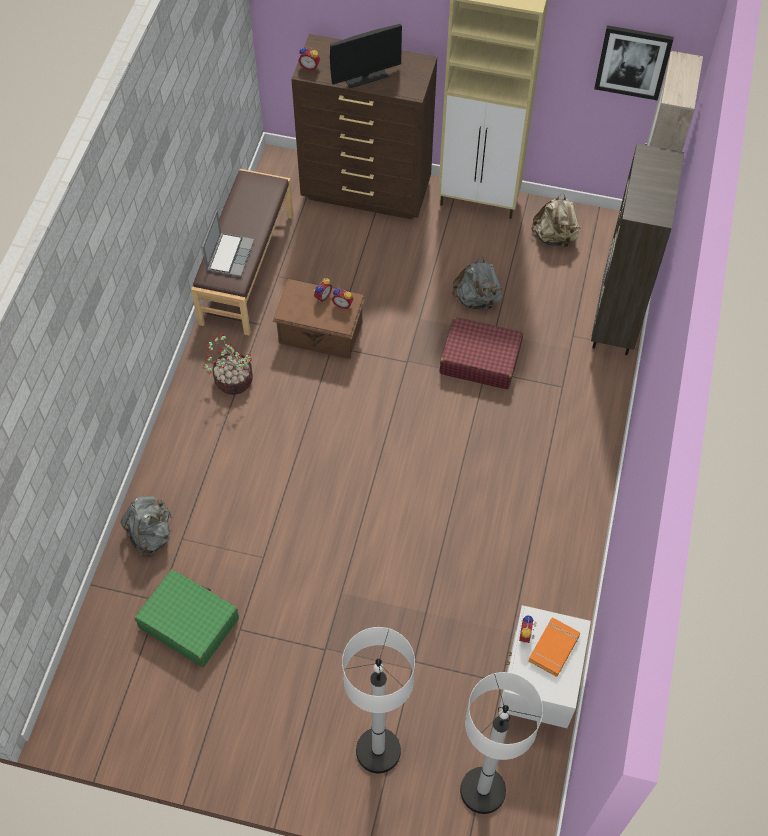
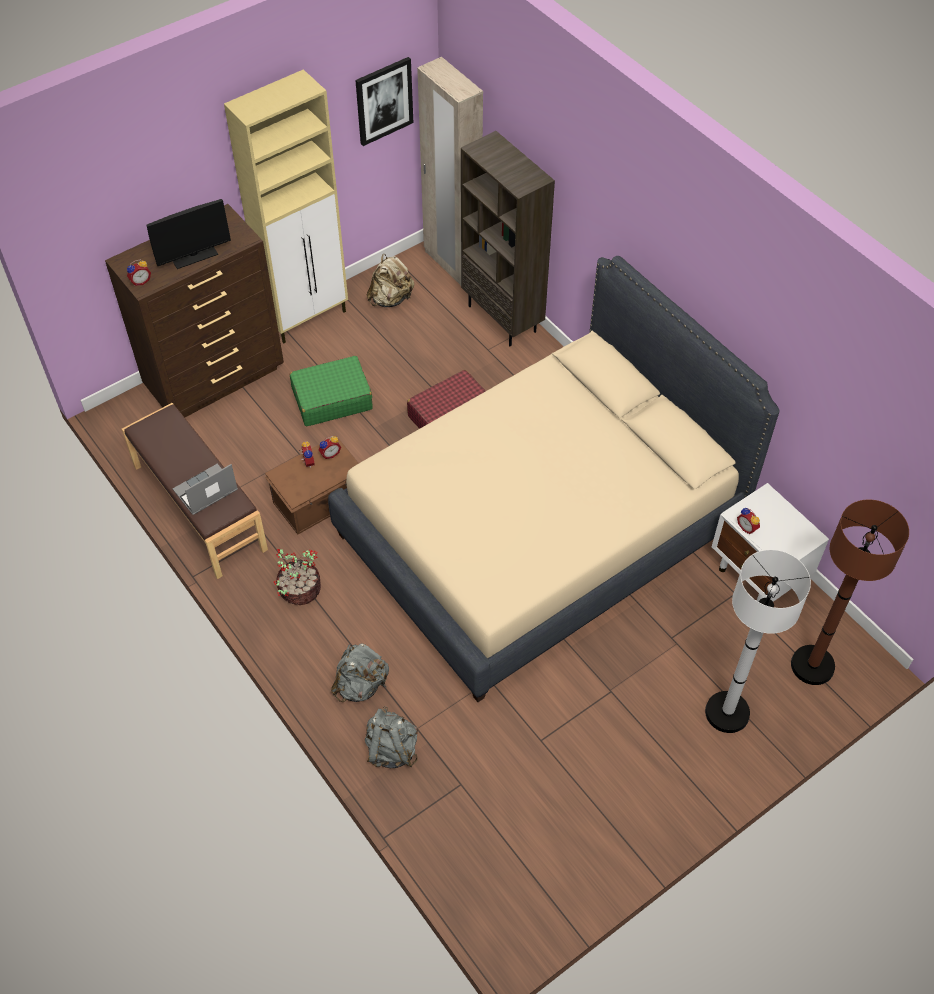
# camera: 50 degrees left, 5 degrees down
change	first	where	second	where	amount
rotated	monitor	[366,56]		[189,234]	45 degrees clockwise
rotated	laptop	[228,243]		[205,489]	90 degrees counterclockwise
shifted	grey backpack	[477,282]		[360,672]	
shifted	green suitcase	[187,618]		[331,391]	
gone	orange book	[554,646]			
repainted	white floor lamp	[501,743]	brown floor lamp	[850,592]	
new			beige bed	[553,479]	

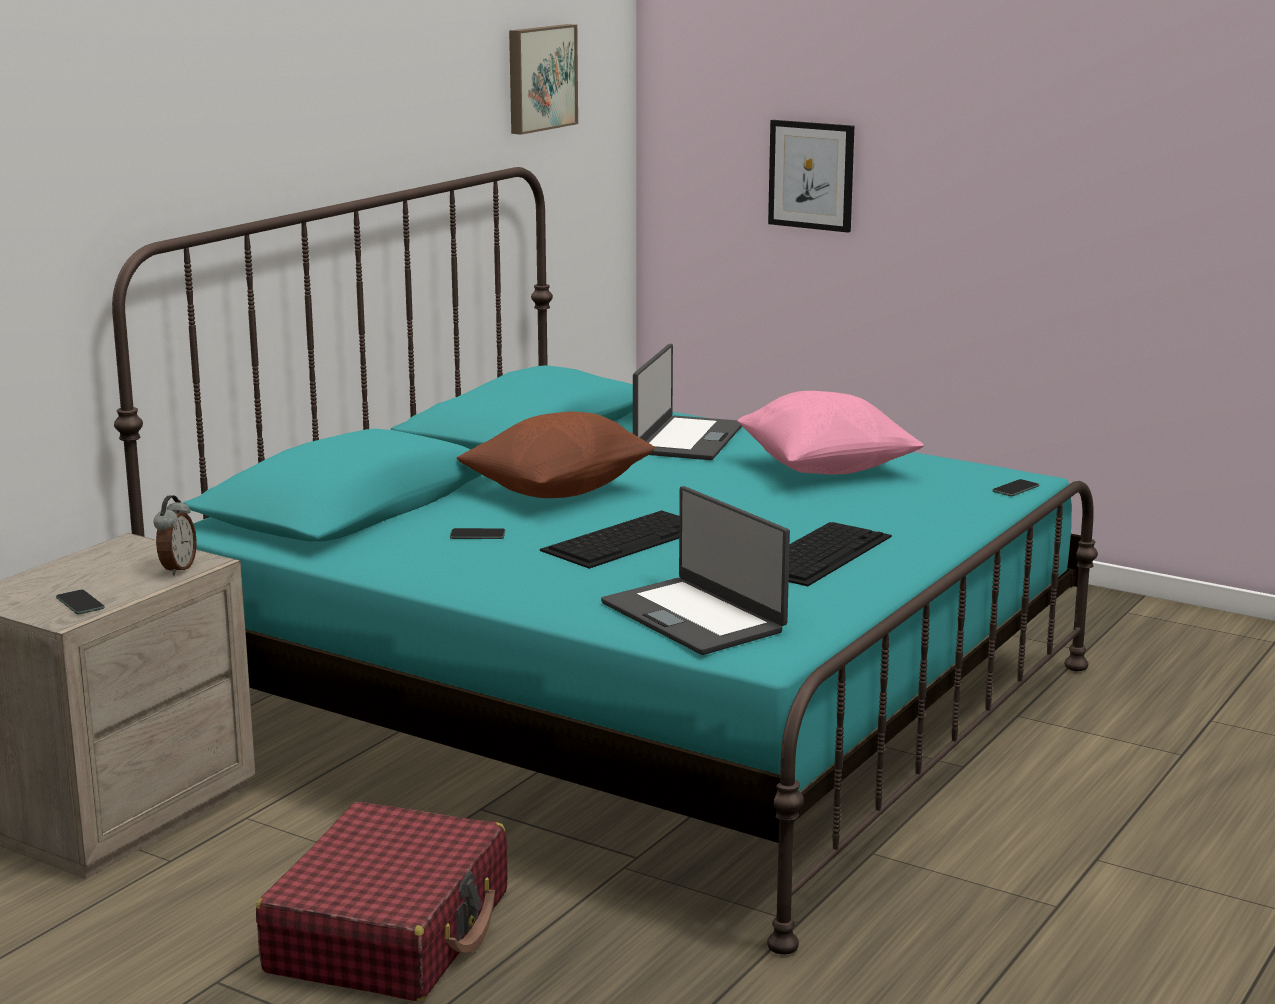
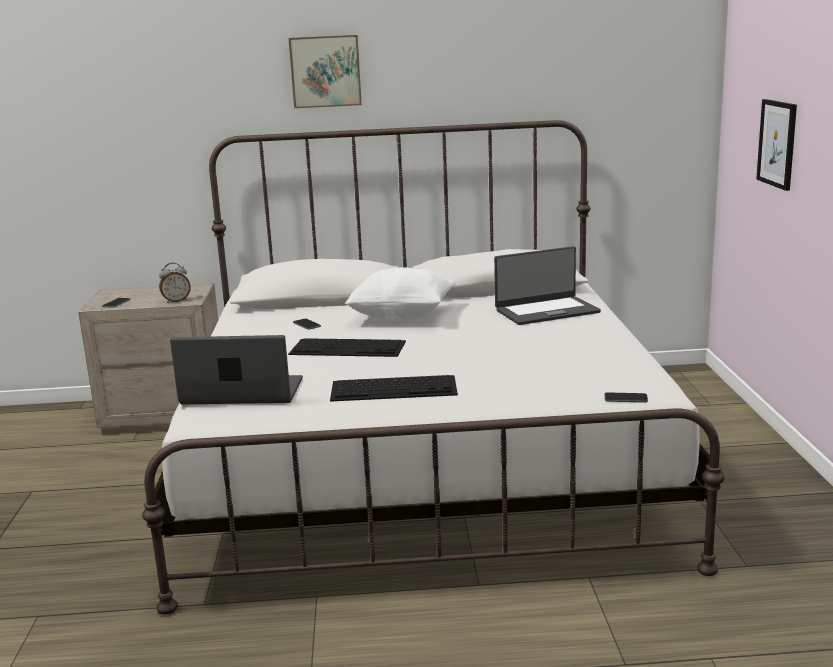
# camera: 55 degrees right, 0 degrees up
change	first	where	second	where	amount
shifted	picture	[543,79]		[325,71]	
repainted	turquoise bed	[605,560]	white bed	[433,367]	
gone	pink pillow	[831,432]			
repainted	brown pillow	[555,455]	white pillow	[400,294]	
rotated	laptop	[695,570]		[236,369]	75 degrees clockwise
gone	red suitcase	[382,902]			

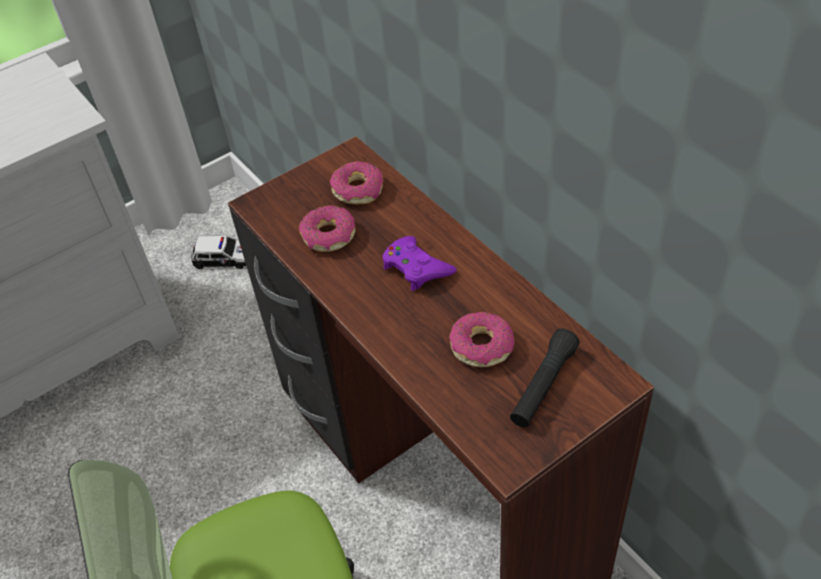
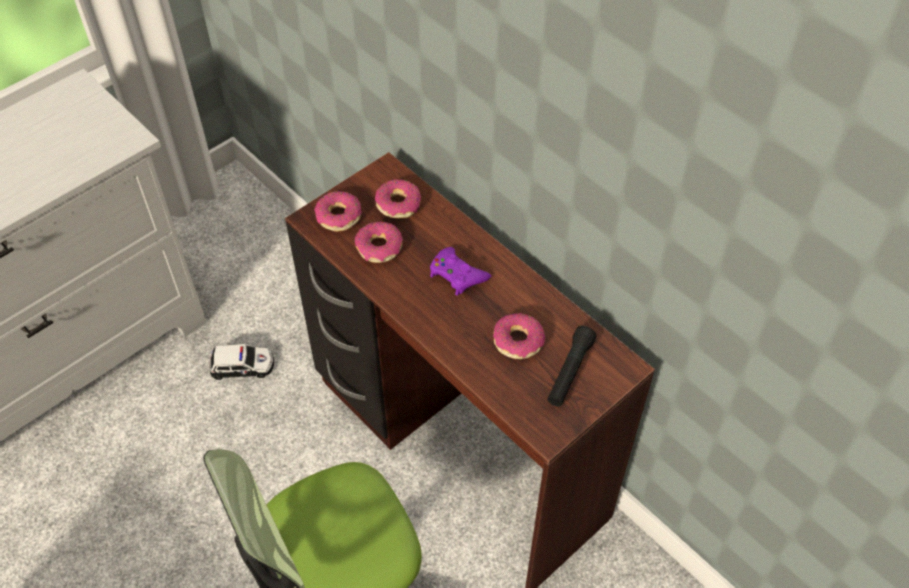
# camera: 10 degrees left, 5 degrees up
change	first	where	second	where	amount
shifted	toy car	[218,252]		[241,362]	
new			donut	[338,211]	

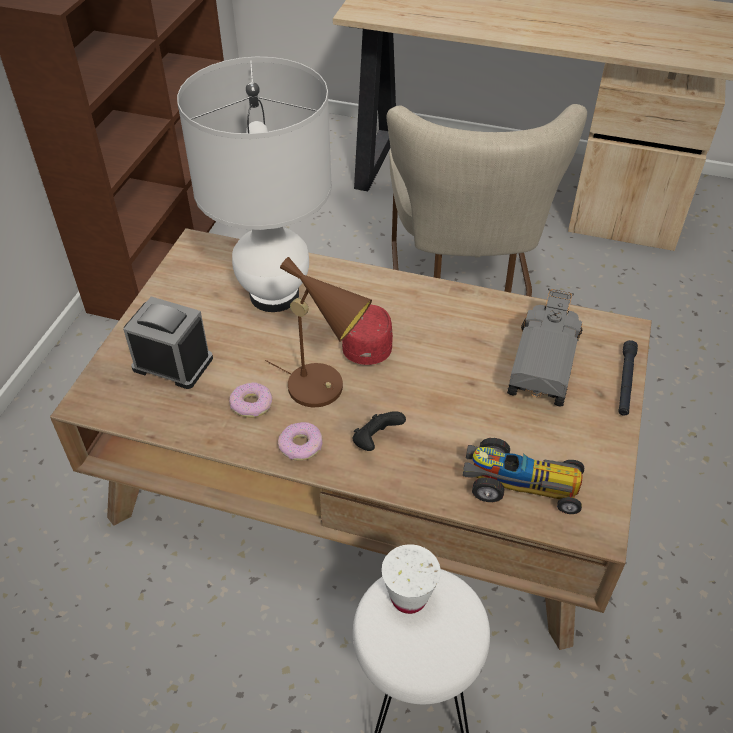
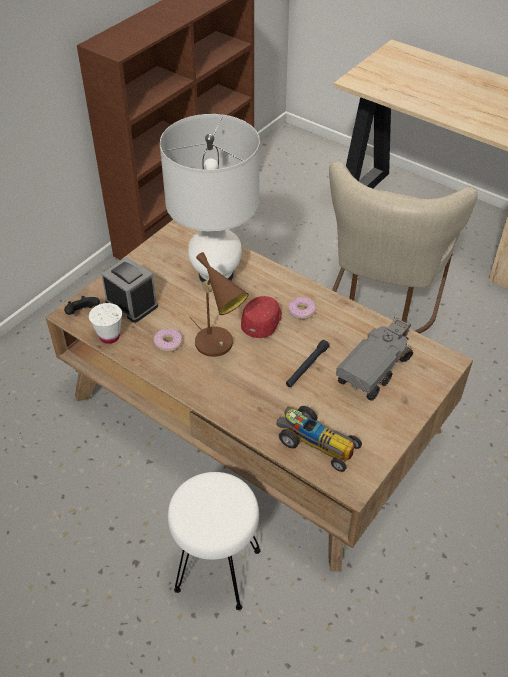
# camera: 20 degrees right, 0 degrees up
change	first	where	second	where	amount
shifted	black flashlight	[628,378]		[307,363]	
shifted	black game controller	[379,431]		[82,305]	
shifted	donut	[300,441]		[302,308]	
shifted	white cup	[411,579]		[105,323]	

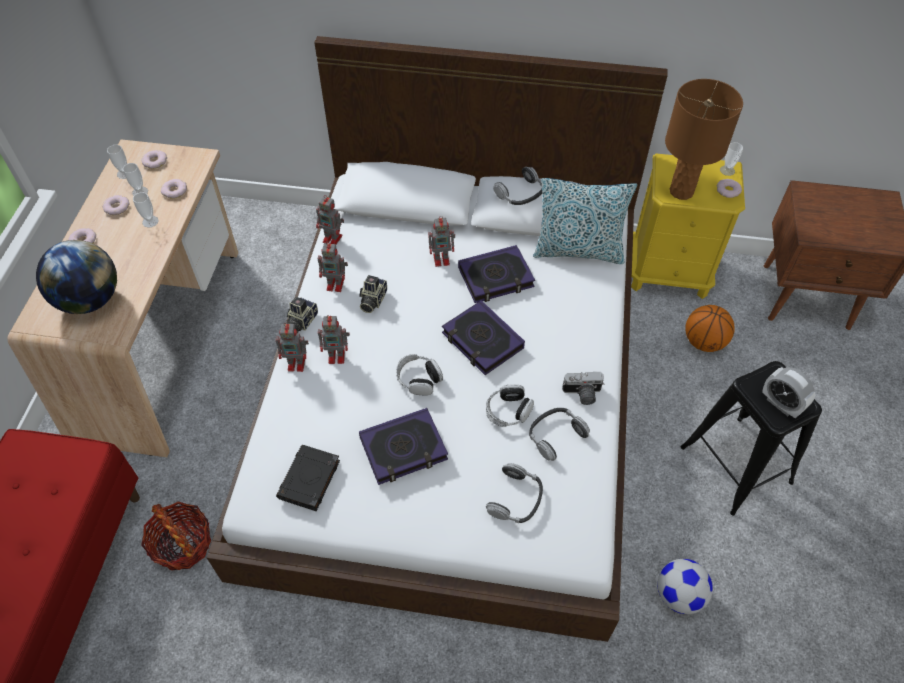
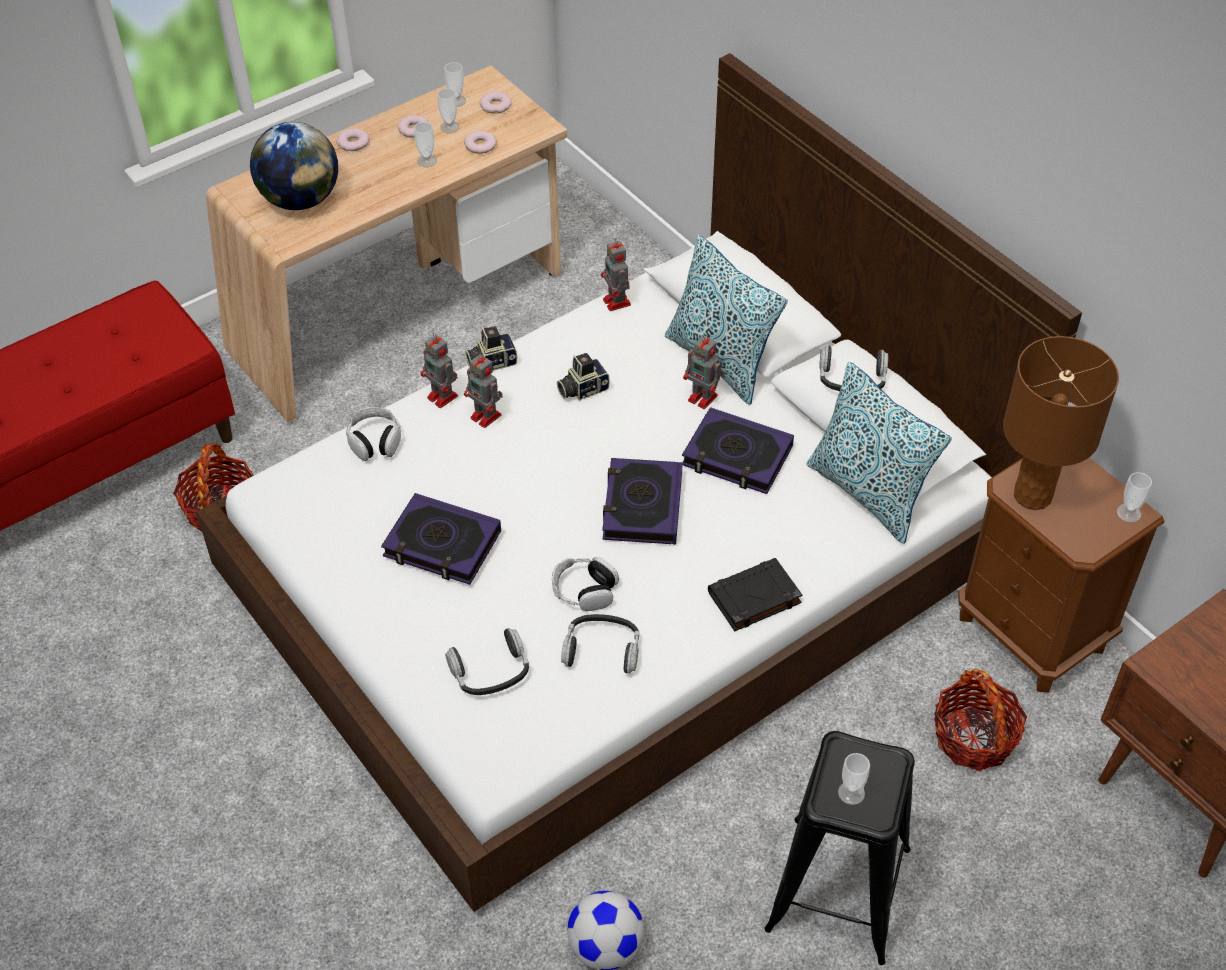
# camera: 45 degrees right, 5 degrees down
change	first	where	second	where	amount
repainted	yellow nightstand	[688,226]	brown nightstand	[1061,575]	
gone	donut	[729,188]			
gone	toy robot	[333,267]			
swapped	basketball	[710,328]	basket	[980,720]	
shifted	headphones	[419,375]		[373,434]	
swapped	alarm clock	[788,392]	cup	[854,779]	
gone	photo camera	[583,388]			
shifted	black book	[308,478]		[755,594]	
new			pillow	[726,320]	

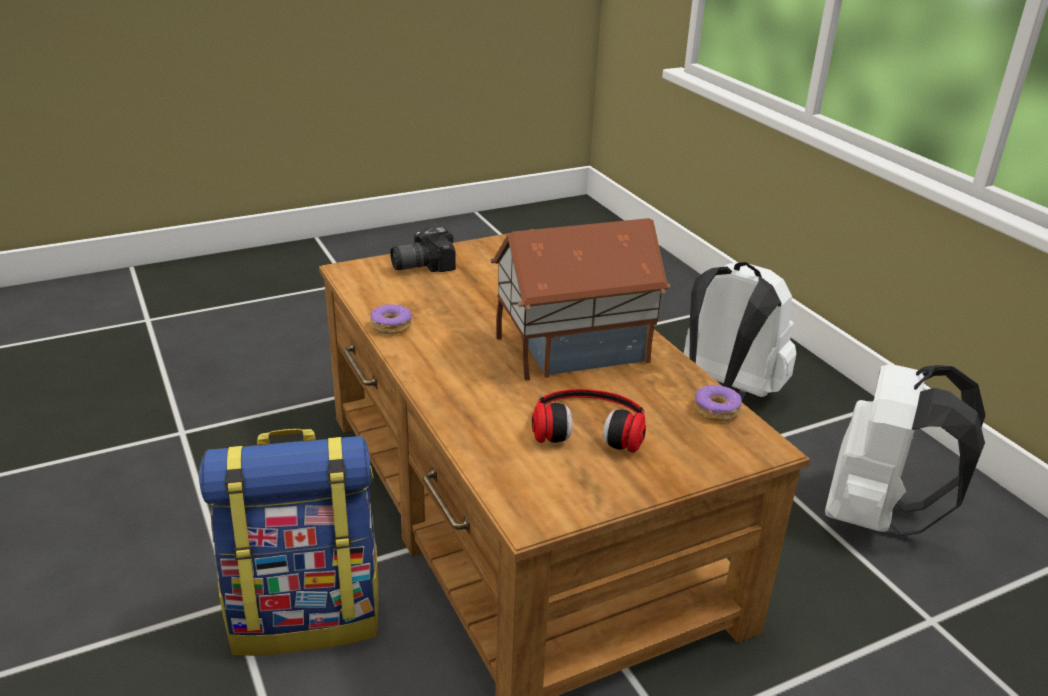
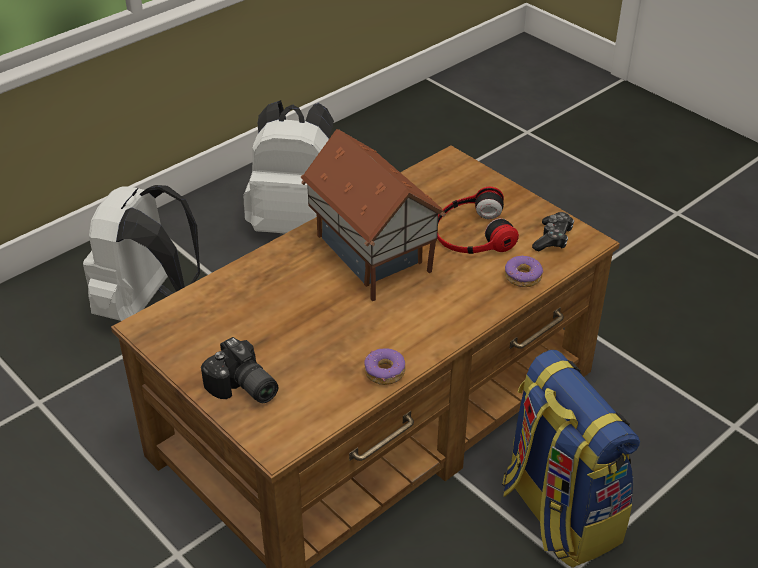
# camera: 105 degrees left, 10 degrees up
change	first	where	second	where	amount
shifted	donut	[718,403]		[524,271]	
new			game controller	[553,231]	

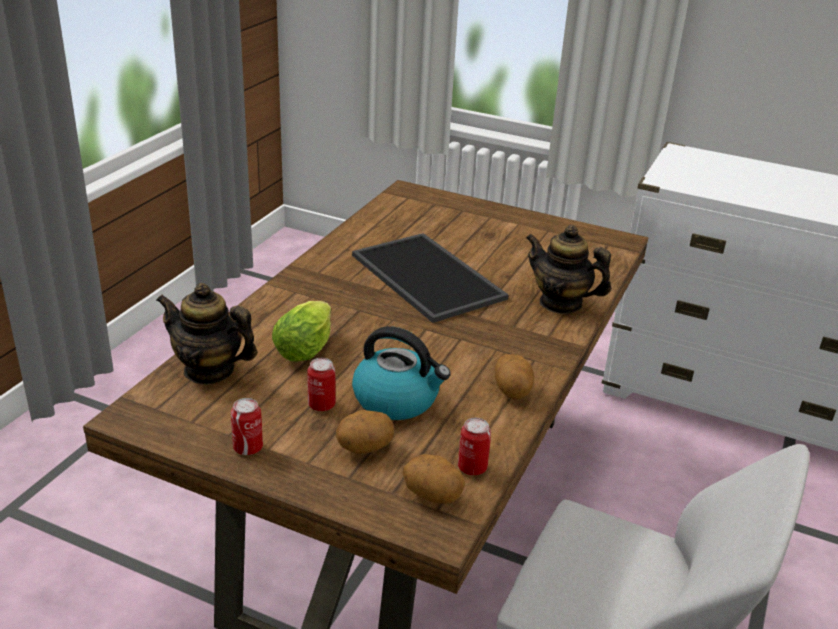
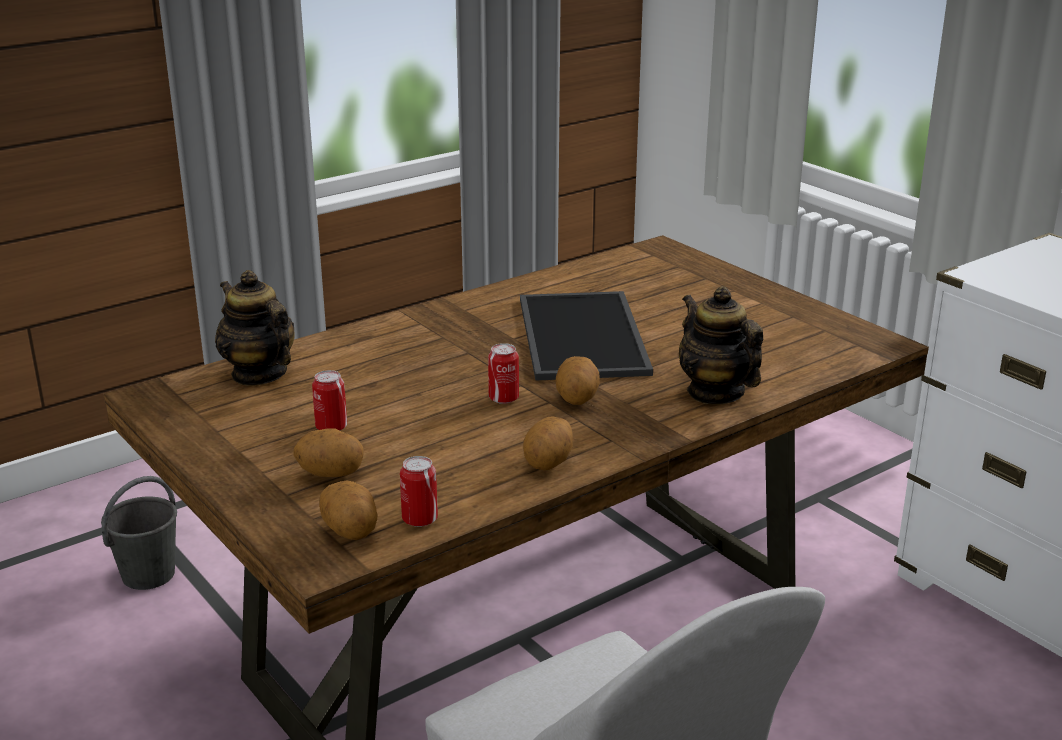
# camera: 30 degrees right, 5 degrees down
change	first	where	second	where	amount
gone	lettuce	[301,331]			
gone	kettle	[401,373]			
shifted	can	[247,426]		[503,373]	
new			potato	[578,380]	
new			grey bucket	[139,533]	

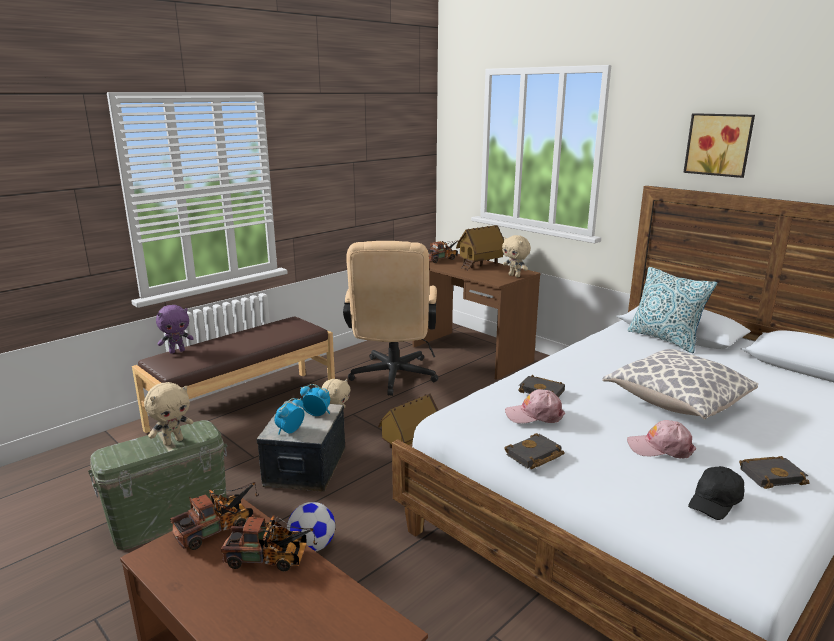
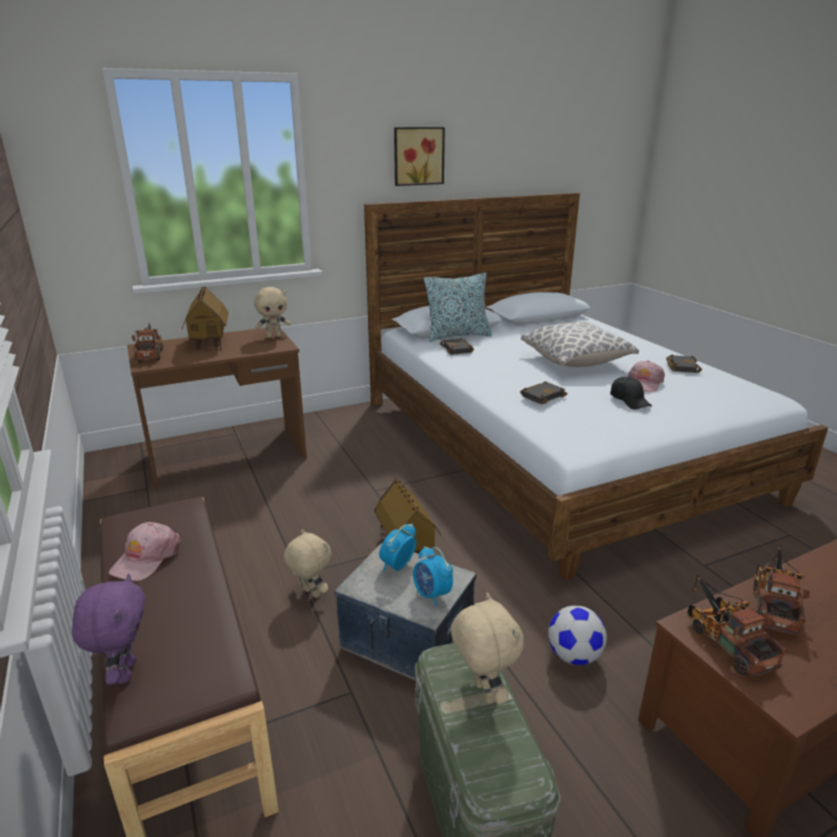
# camera: 70 degrees left, 5 degrees up
change	first	where	second	where	amount
gone	beige office chair	[390,318]			
shifted	pink cap	[535,406]		[145,551]	
shifted	black book	[534,451]		[457,346]	
shifted	black cap	[716,493]		[631,393]	

